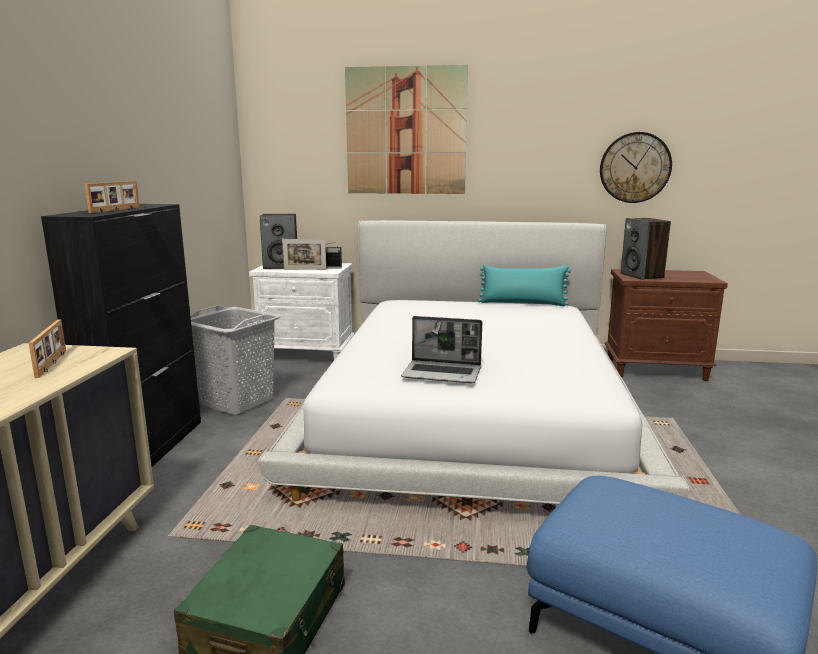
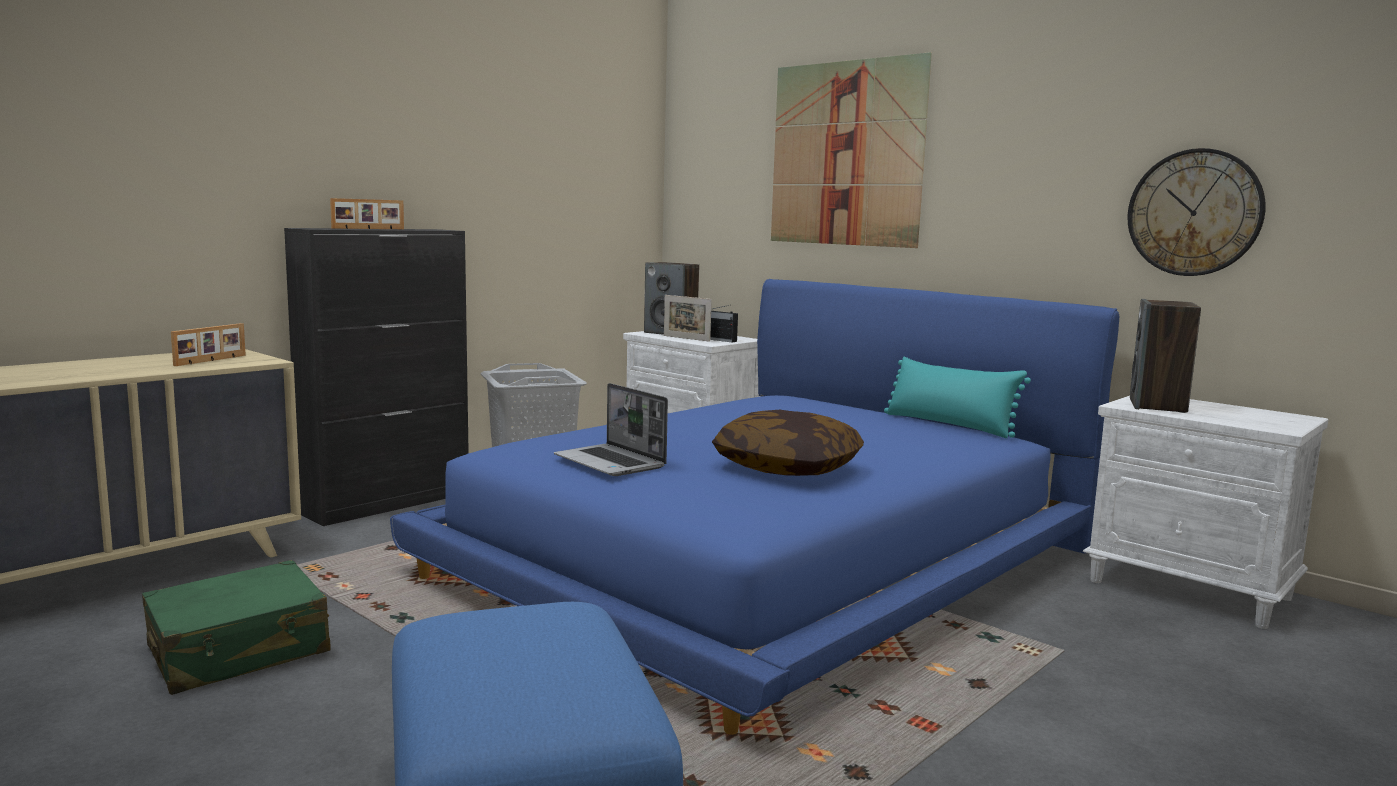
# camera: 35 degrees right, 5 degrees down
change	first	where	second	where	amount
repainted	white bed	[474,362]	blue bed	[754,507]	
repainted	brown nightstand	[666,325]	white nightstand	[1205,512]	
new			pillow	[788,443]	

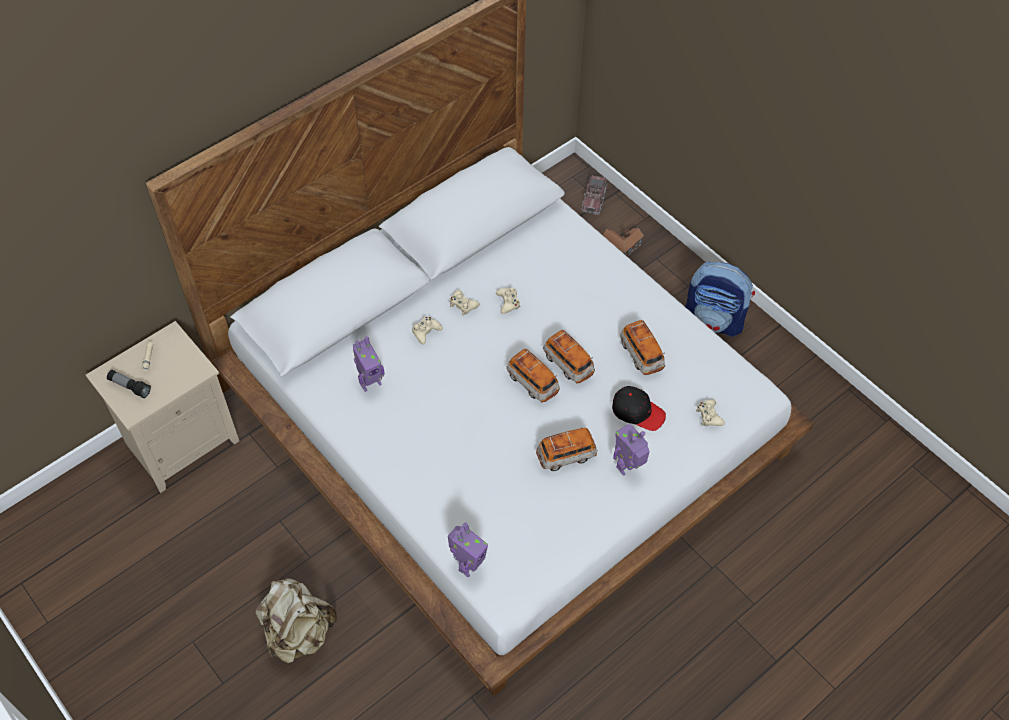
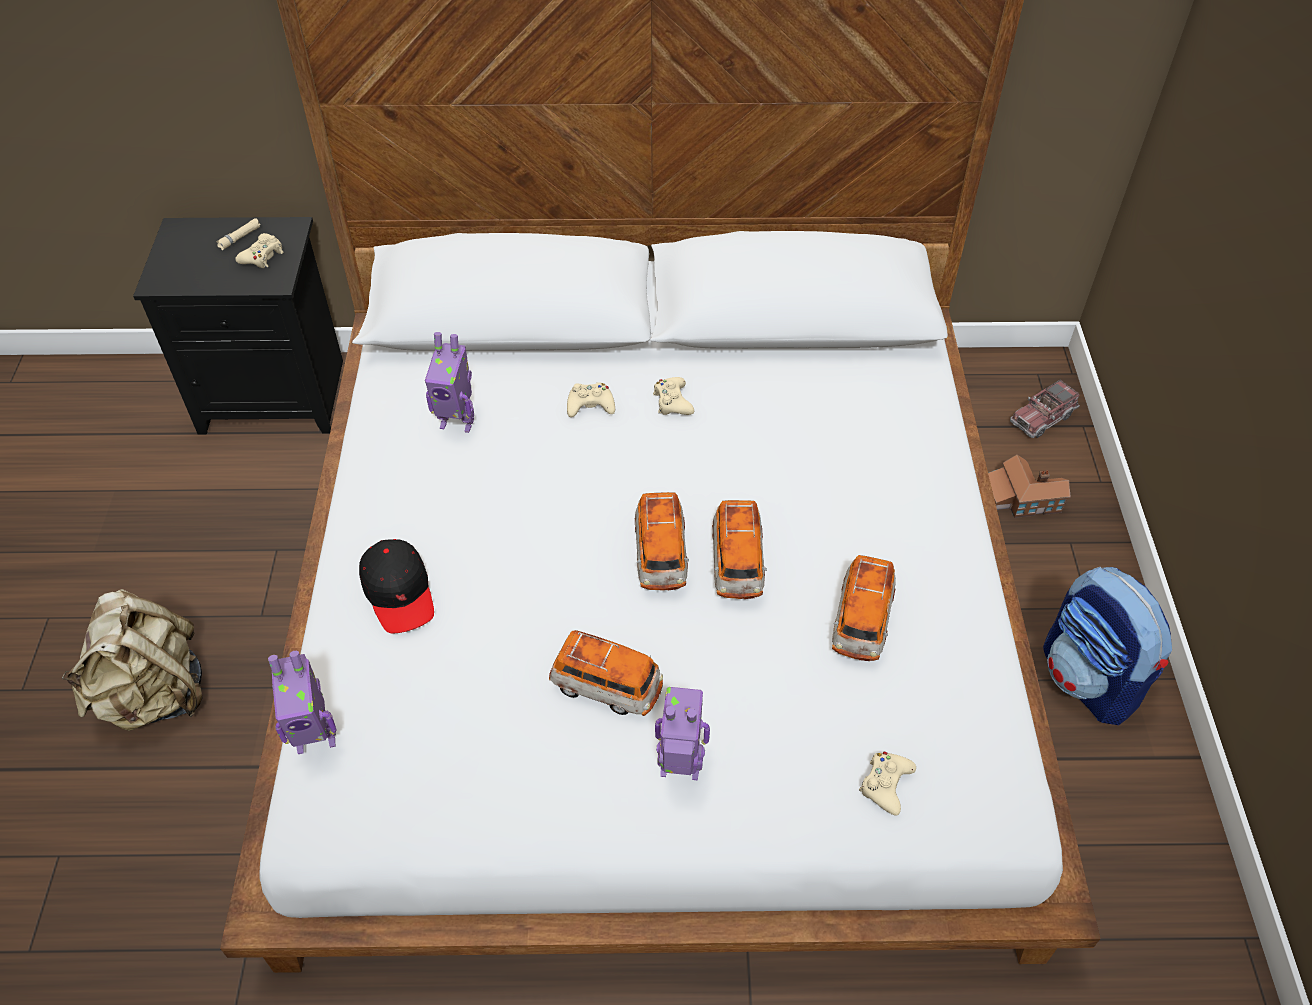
# camera: 40 degrees right, 5 degrees down
change	first	where	second	where	amount
shifted	beige game controller	[508,300]		[259,250]	
repainted	beige nightstand	[162,407]	black nightstand	[238,326]	
gone	flashlight	[129,384]			
shifted	black cap	[639,408]		[396,586]	

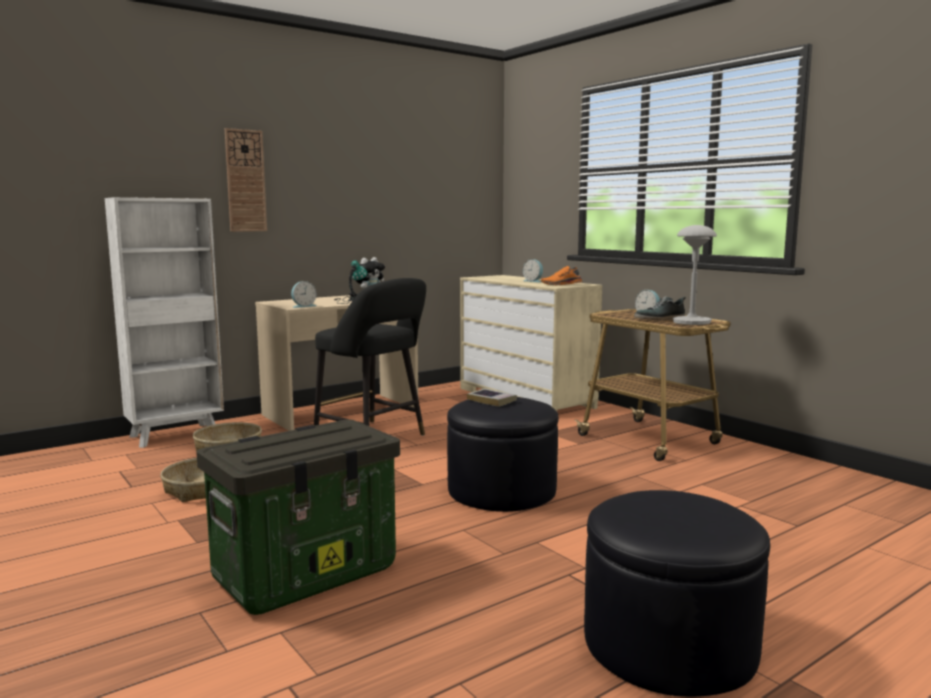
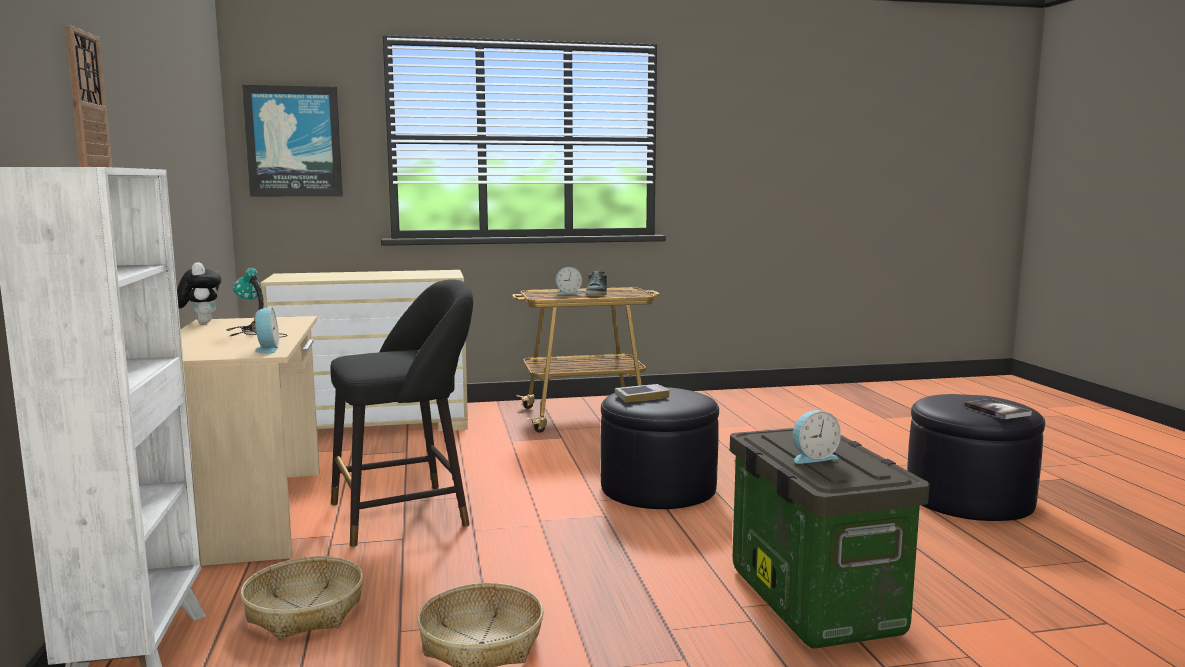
# camera: 65 degrees left, 0 degrees up
change	first	where	second	where	amount
gone	grey table lamp	[694,275]			
shifted	alarm clock	[533,270]		[817,437]	
gone	orange shoe	[561,275]			
new			picture	[292,140]	
new			book	[998,409]	

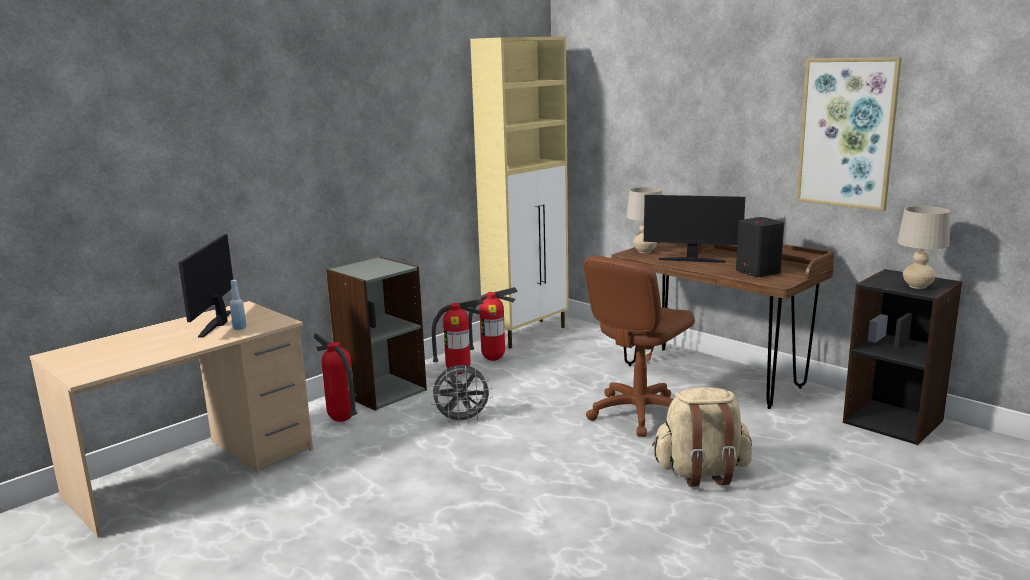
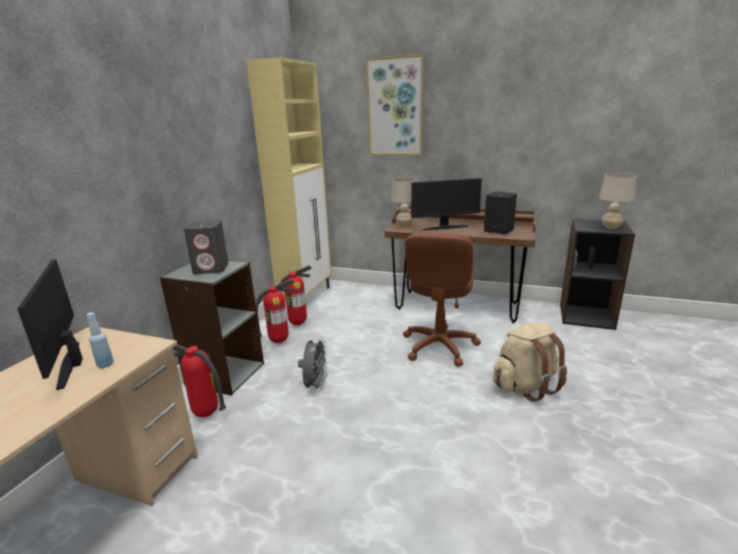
# camera: 25 degrees left, 5 degrees up
change	first	where	second	where	amount
shifted	picture	[849,134]		[395,104]	
rotated	grey fan	[462,395]		[313,364]	45 degrees counterclockwise
new			grey speaker	[206,247]	

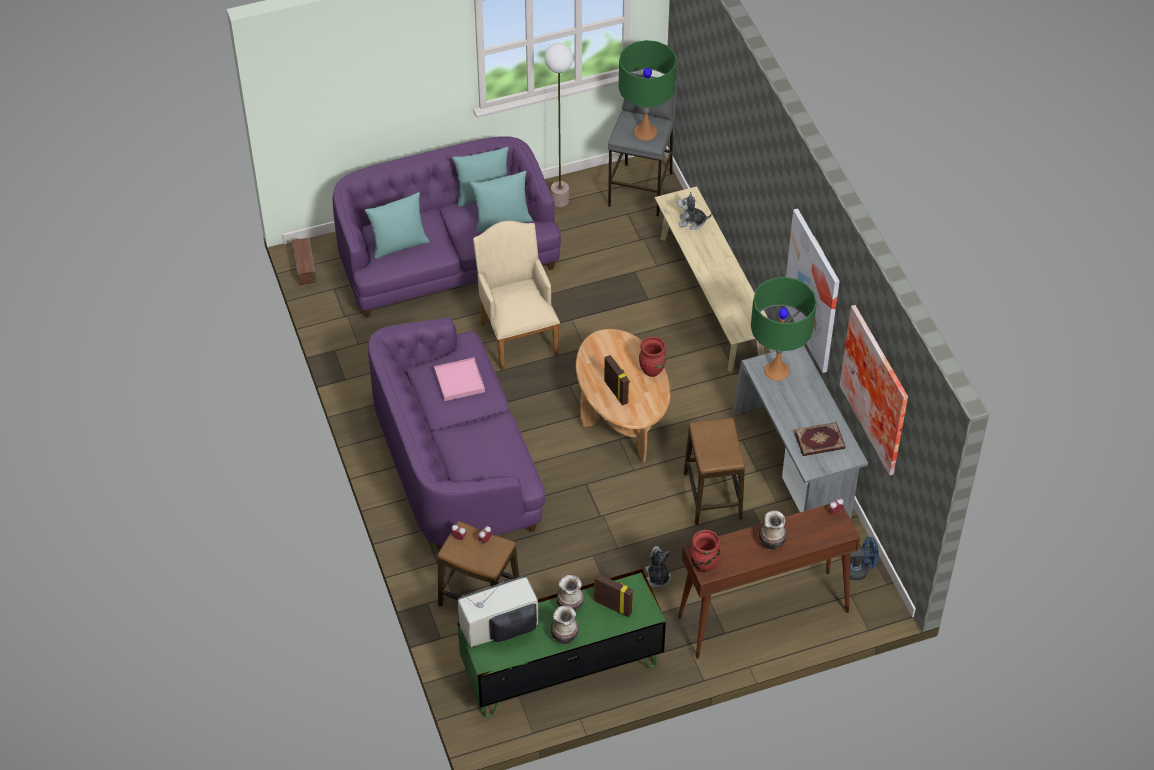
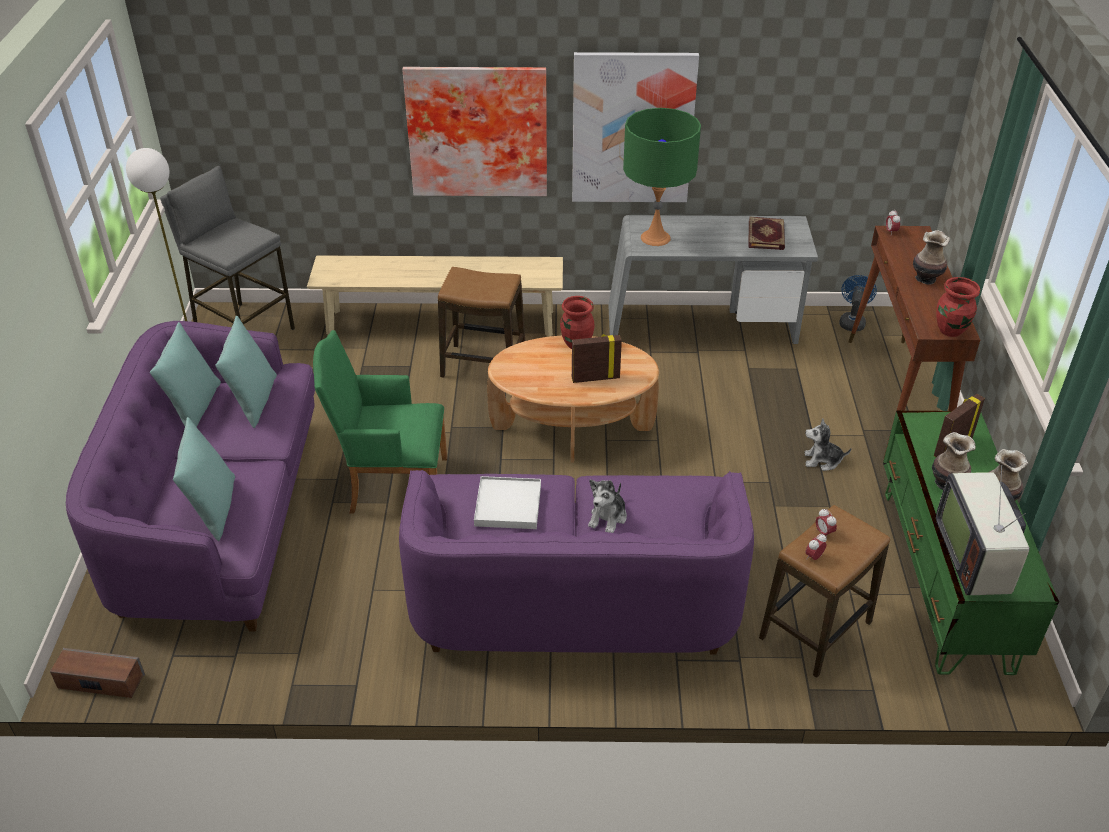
# camera: 70 degrees left, 10 degrees down
change	first	where	second	where	amount
gone	green table lamp	[648,90]			
shifted	plush toy	[694,211]		[607,506]	
repainted	beige armchair	[516,295]	green armchair	[380,422]	
shifted	picture	[874,390]		[474,131]	
repainted	pink tray	[459,379]	white tray	[507,502]	
shifted	stool	[714,471]		[481,322]	

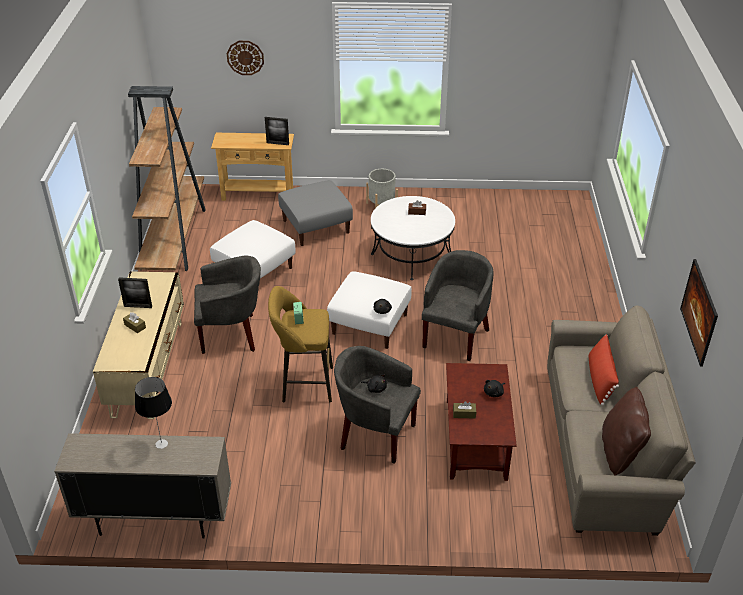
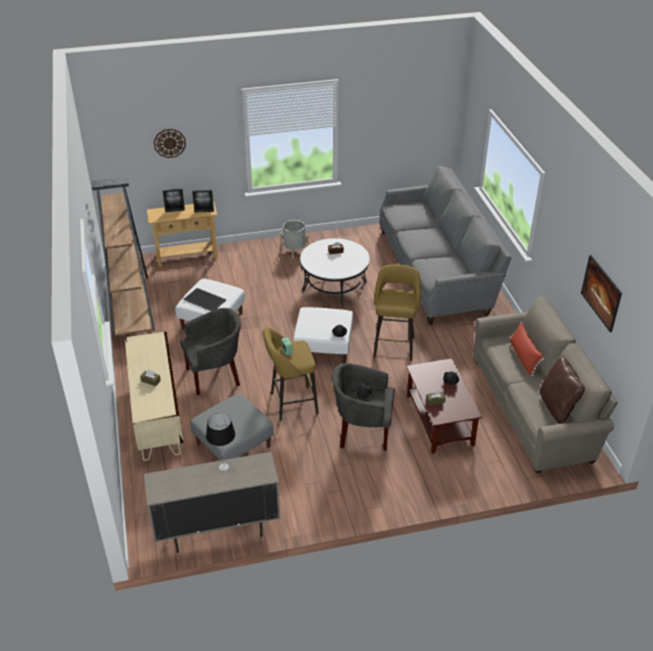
# camera: 15 degrees left, 0 degrees up
change	first	where	second	where	amount
shifted	grey ottoman	[315,213]		[232,427]	
swapped	grey armchair	[458,305]	yellow stool	[397,312]	
shifted	picture frame	[135,292]		[174,200]	
new			grey sofa	[445,245]	
new			tray	[205,299]	

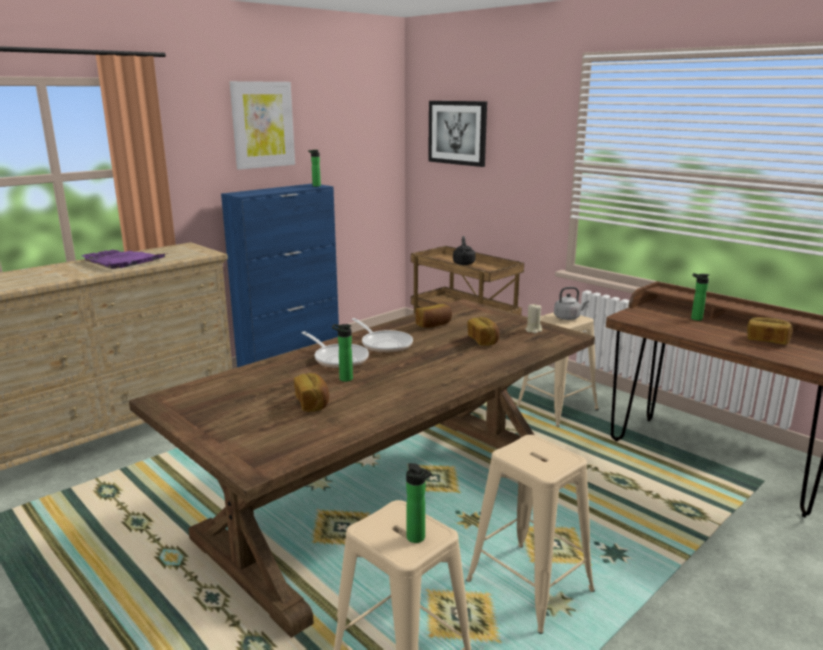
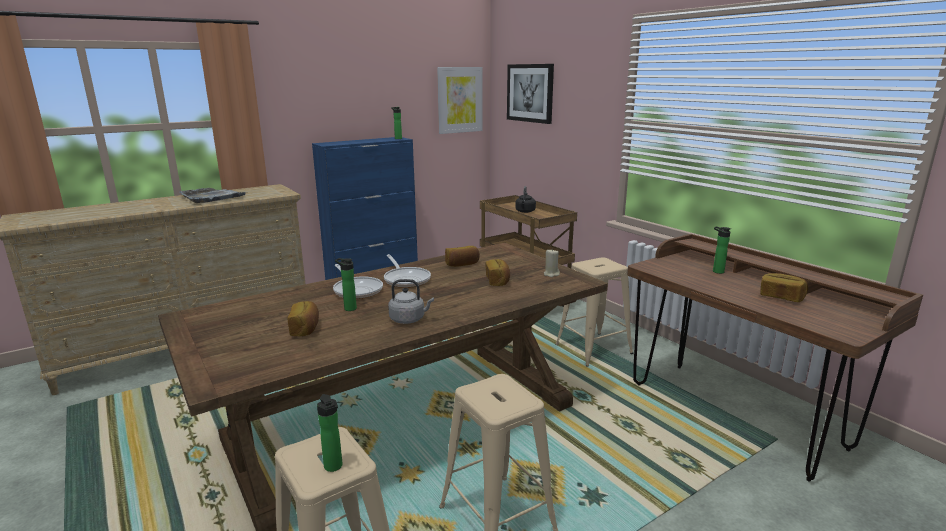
# camera: 10 degrees right, 0 degrees up
change	first	where	second	where	amount
shifted	picture	[262,125]		[460,100]	
repainted	purple tray	[123,259]	grey tray	[213,195]	
shifted	grey kettle	[571,303]		[411,301]	

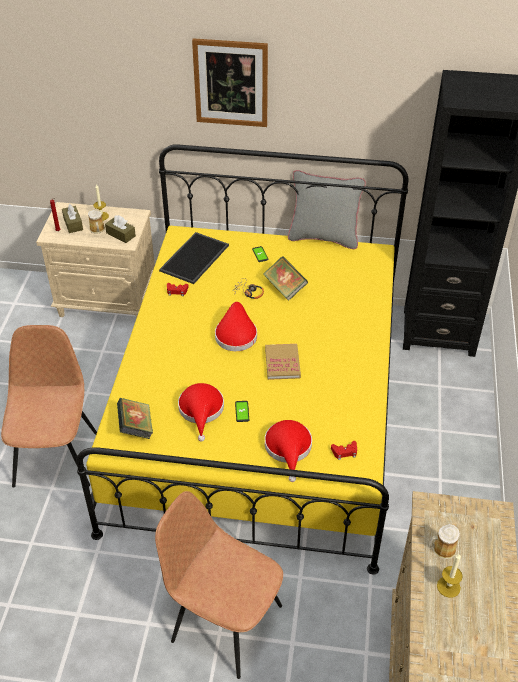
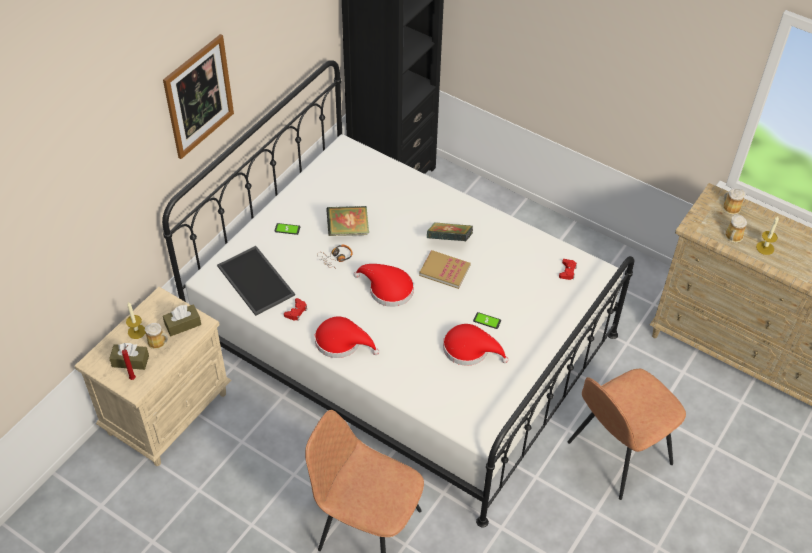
# camera: 65 degrees left, 5 degrees up
change	first	where	second	where	amount
repainted	yellow bed	[242,359]	white bed	[398,294]	
gone	grey pillow	[327,209]			
shifted	book	[135,418]		[450,231]	
shifted	red hat	[288,451]		[347,337]	
new			mug	[734,201]	

